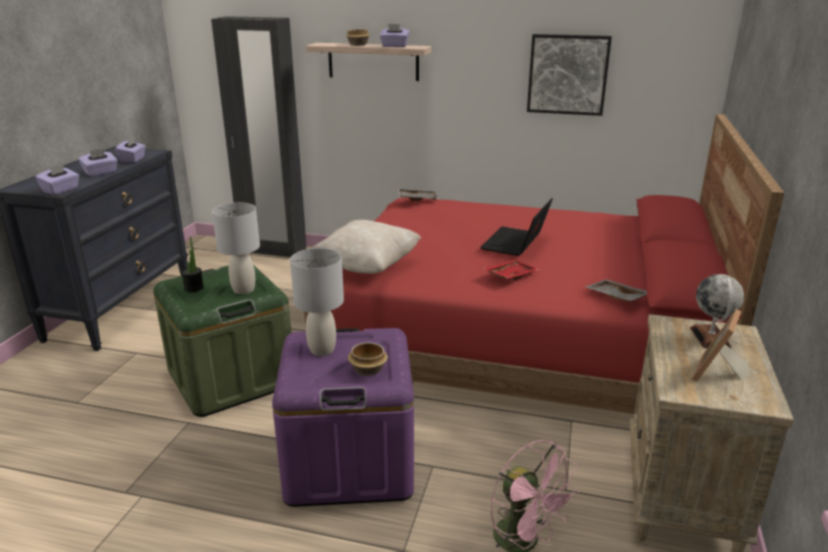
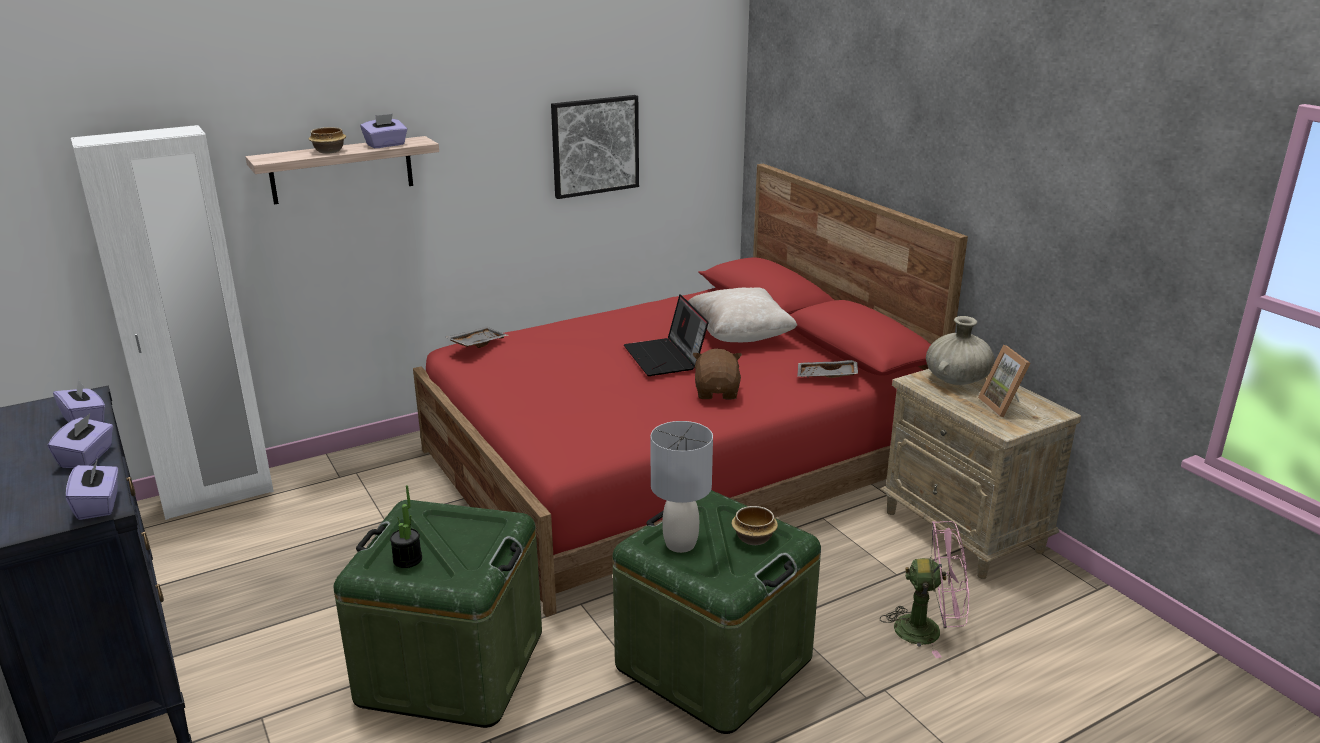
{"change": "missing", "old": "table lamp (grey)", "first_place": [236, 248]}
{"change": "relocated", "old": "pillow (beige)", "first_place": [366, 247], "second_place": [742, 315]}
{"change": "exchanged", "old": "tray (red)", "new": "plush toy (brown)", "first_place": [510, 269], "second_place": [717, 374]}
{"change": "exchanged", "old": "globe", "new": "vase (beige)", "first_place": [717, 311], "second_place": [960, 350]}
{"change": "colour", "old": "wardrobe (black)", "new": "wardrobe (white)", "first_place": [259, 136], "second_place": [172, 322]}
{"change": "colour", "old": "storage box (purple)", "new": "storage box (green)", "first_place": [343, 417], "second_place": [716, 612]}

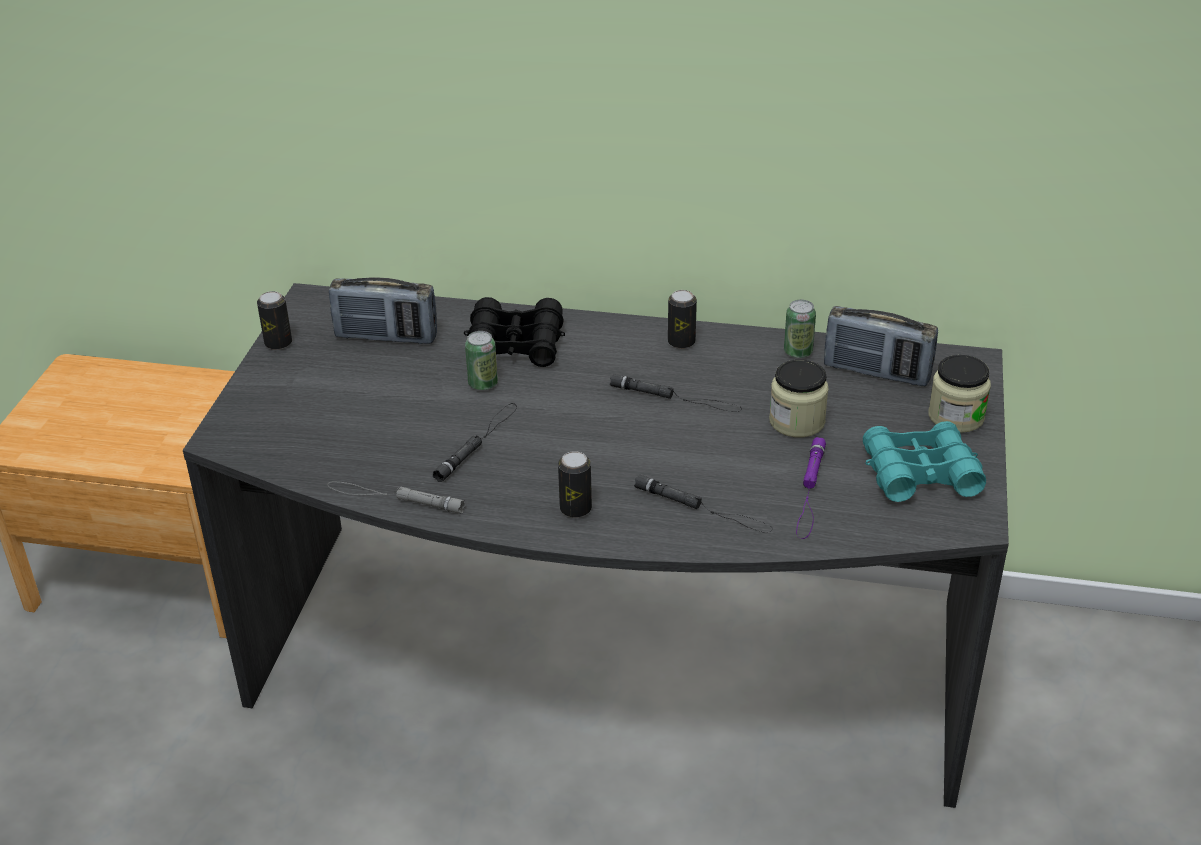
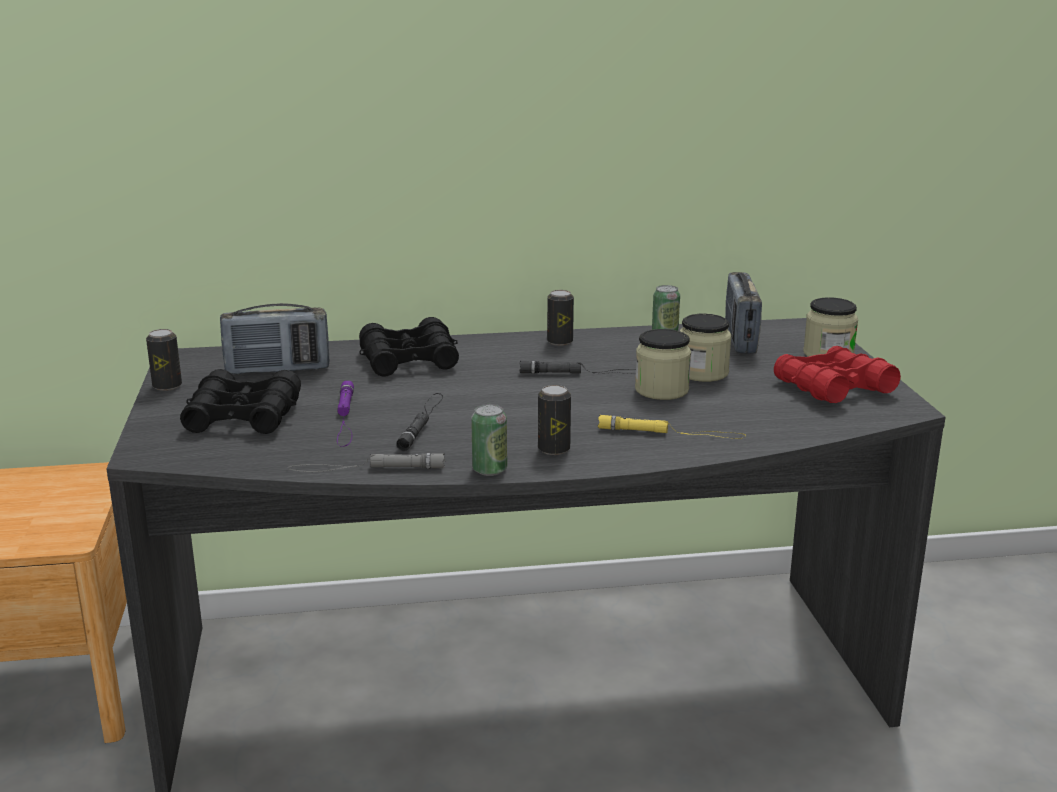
{"change": "appeared", "new": "binoculars (black)", "second_place": [240, 401]}
{"change": "appeared", "new": "jar", "second_place": [663, 364]}
{"change": "relocated", "old": "can", "first_place": [481, 361], "second_place": [489, 440]}
{"change": "relocated", "old": "flashlight (purple)", "first_place": [811, 488], "second_place": [345, 414]}
{"change": "colour", "old": "flashlight (black)", "new": "flashlight (yellow)", "first_place": [703, 503], "second_place": [672, 427]}
{"change": "colour", "old": "binoculars (turquoise)", "new": "binoculars (red)", "first_place": [924, 461], "second_place": [837, 374]}
{"change": "spun", "old": "radio", "first_place": [881, 346], "second_place": [743, 313], "degrees": 90}

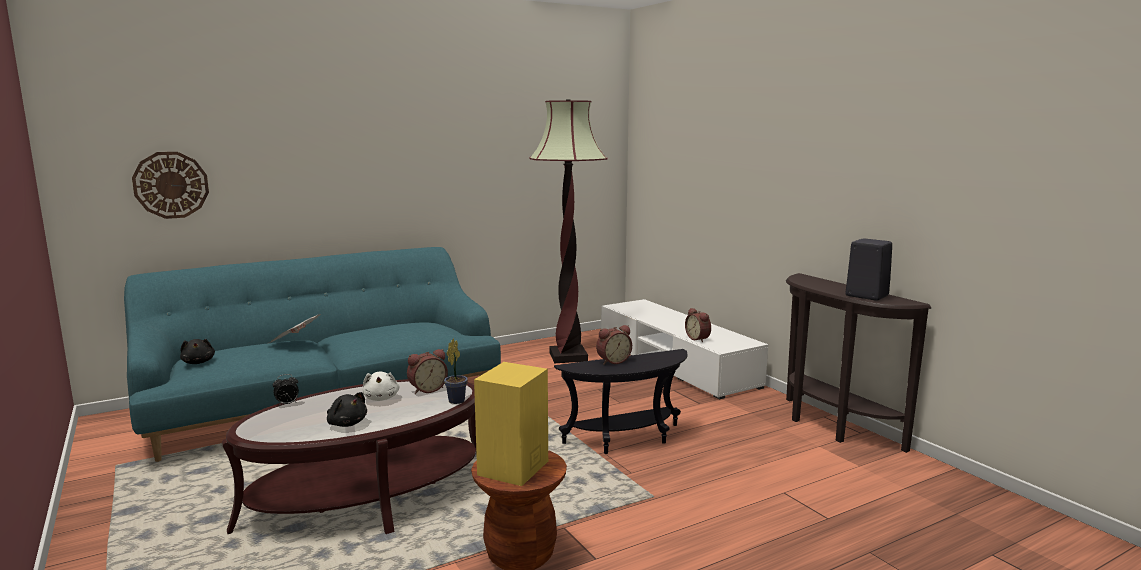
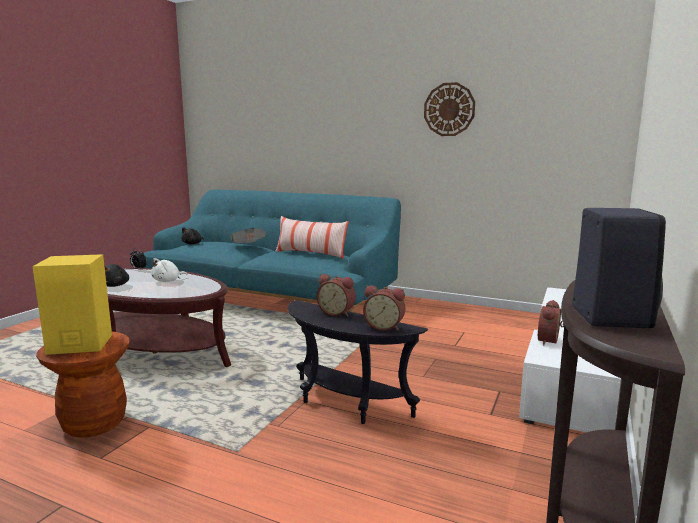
{"change": "missing", "old": "potted plant", "first_place": [456, 371]}
{"change": "missing", "old": "floor lamp", "first_place": [568, 231]}
{"change": "appeared", "new": "pillow", "second_place": [312, 237]}
{"change": "relocated", "old": "wall clock", "first_place": [170, 185], "second_place": [449, 109]}
{"change": "relocated", "old": "alarm clock", "first_place": [427, 371], "second_place": [384, 308]}

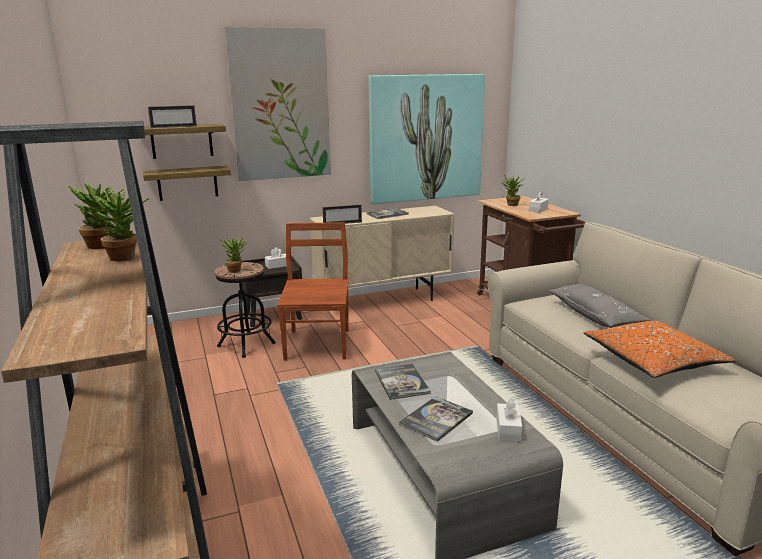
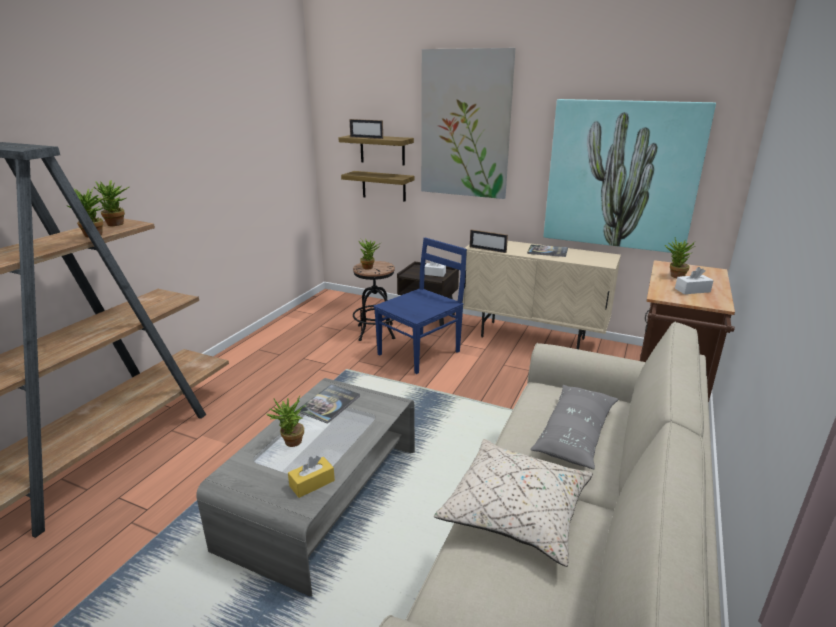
{"change": "exchanged", "old": "book", "new": "potted plant", "first_place": [436, 419], "second_place": [285, 421]}
{"change": "colour", "old": "chair (brown)", "new": "chair (blue)", "first_place": [313, 291], "second_place": [420, 306]}
{"change": "colour", "old": "tissue box (white)", "new": "tissue box (yellow)", "first_place": [509, 420], "second_place": [311, 477]}
{"change": "colour", "old": "pillow (orange)", "new": "pillow (beige)", "first_place": [660, 349], "second_place": [513, 503]}

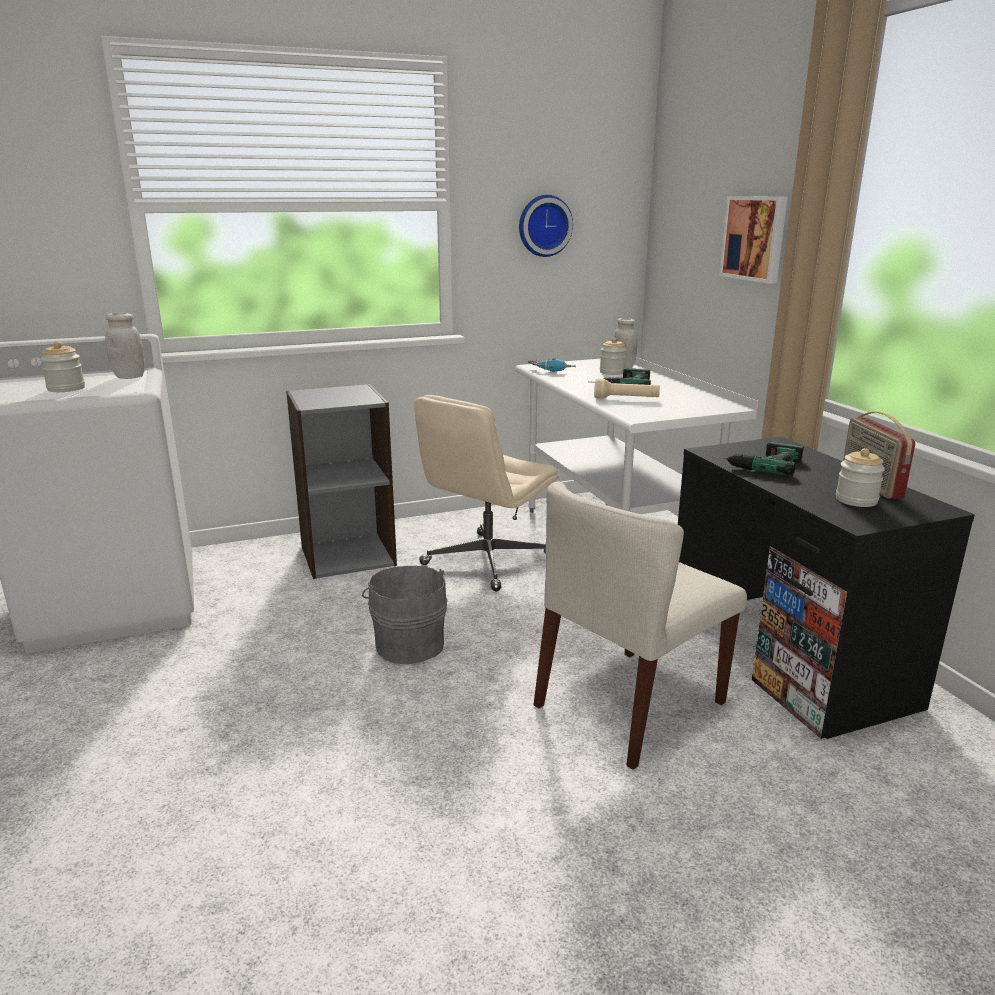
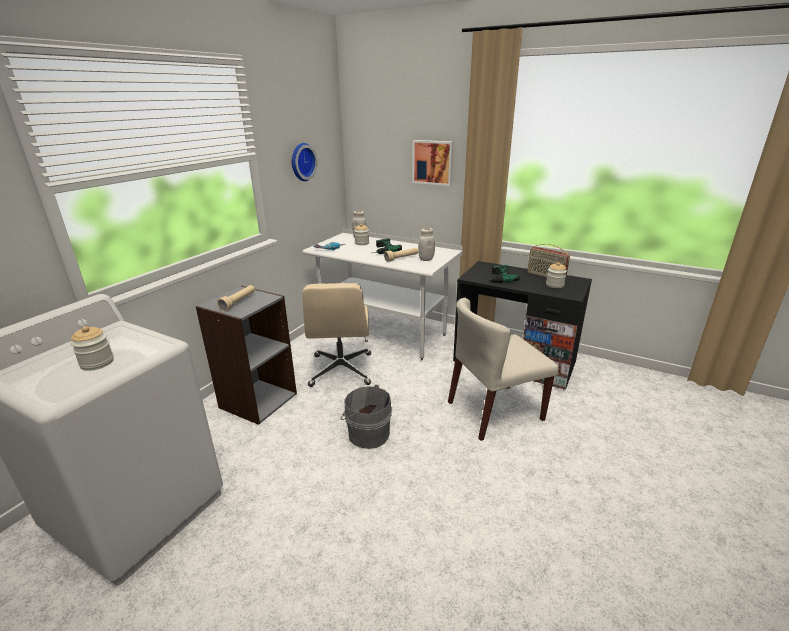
{"change": "appeared", "new": "flashlight (beige)", "second_place": [236, 298]}
{"change": "relocated", "old": "jar (white)", "first_place": [125, 346], "second_place": [426, 244]}
{"change": "spun", "old": "chair (beige)", "first_place": [640, 625], "second_place": [503, 369], "degrees": 60}

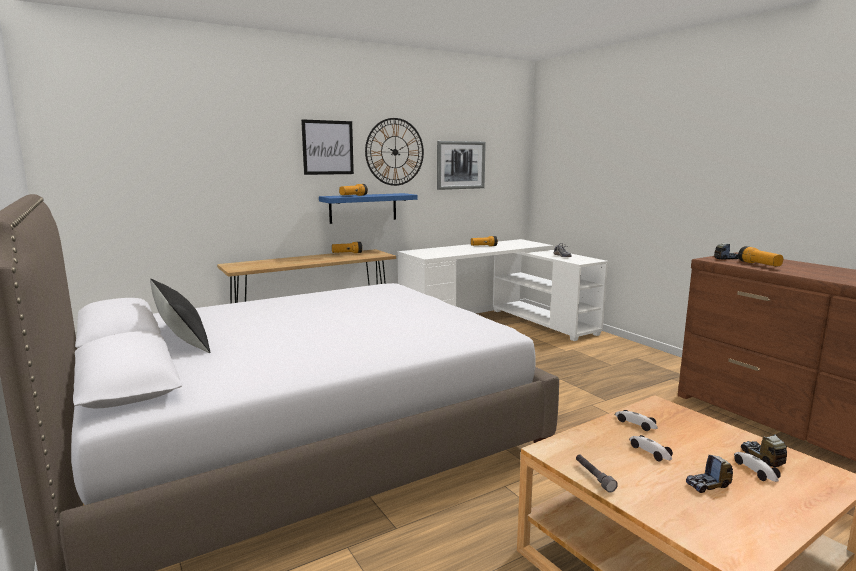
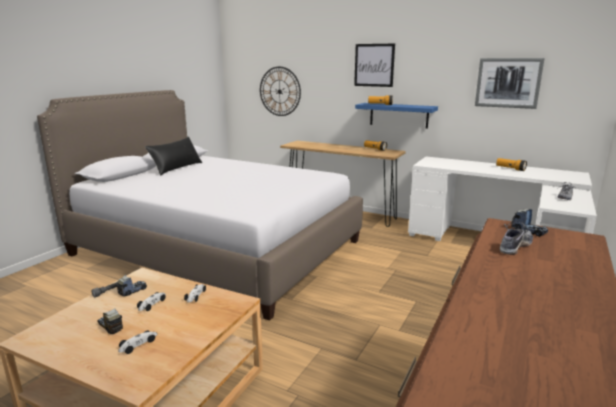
{"change": "relocated", "old": "wall clock", "first_place": [394, 152], "second_place": [280, 91]}
{"change": "relocated", "old": "toy truck", "first_place": [764, 450], "second_place": [132, 286]}
{"change": "exchanged", "old": "flashlight", "new": "shoe", "first_place": [760, 256], "second_place": [516, 238]}

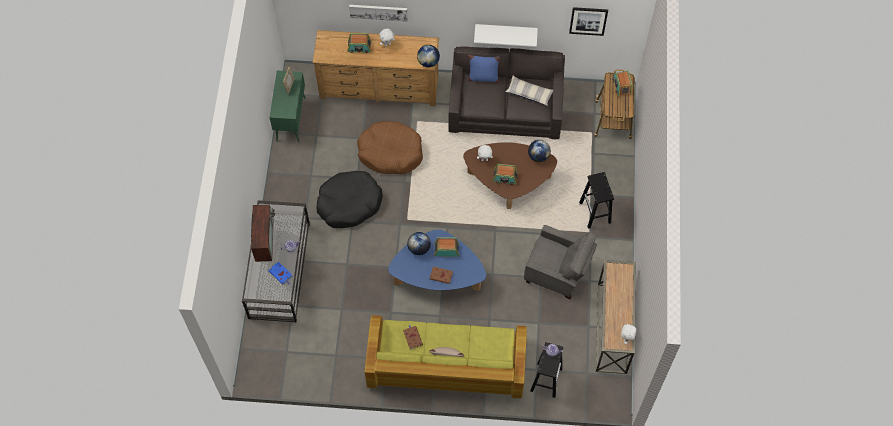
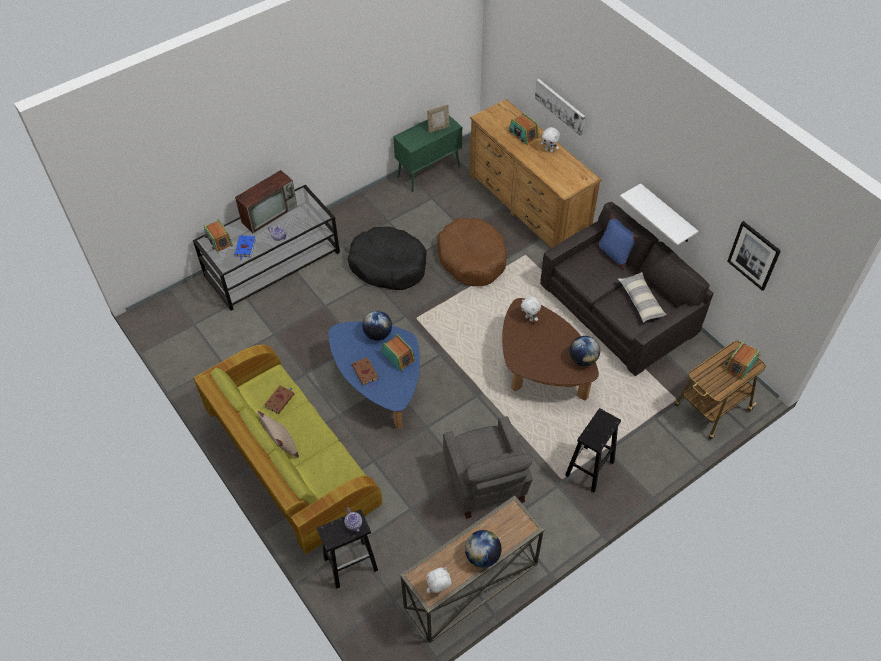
{"change": "relocated", "old": "globe", "first_place": [428, 56], "second_place": [483, 549]}
{"change": "relocated", "old": "radio", "first_place": [505, 174], "second_place": [218, 236]}

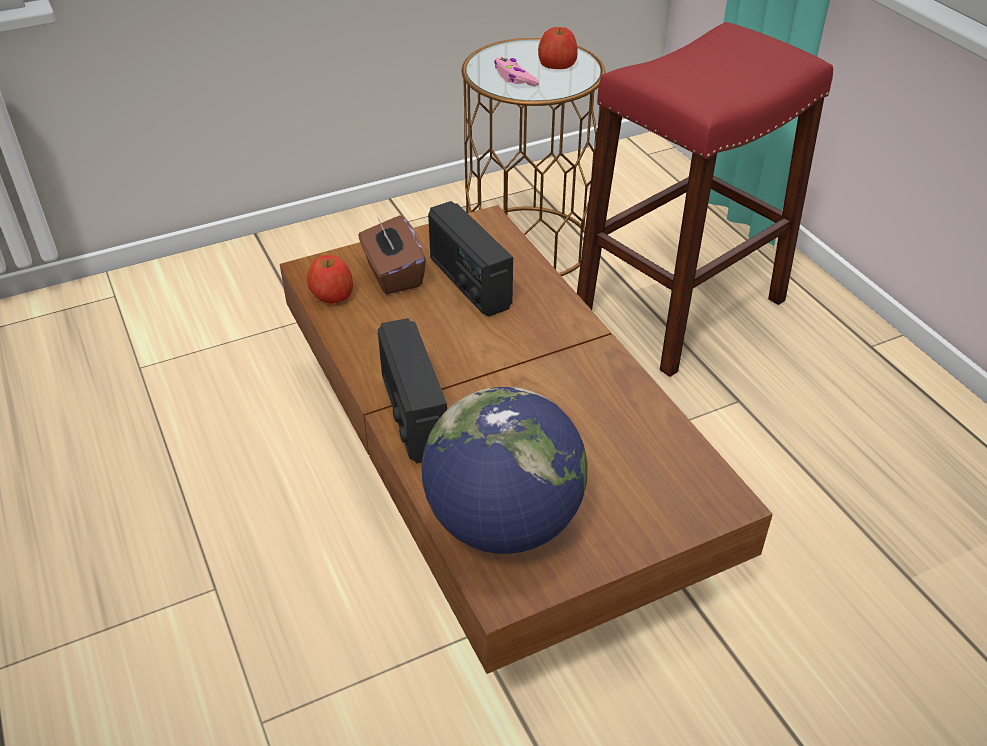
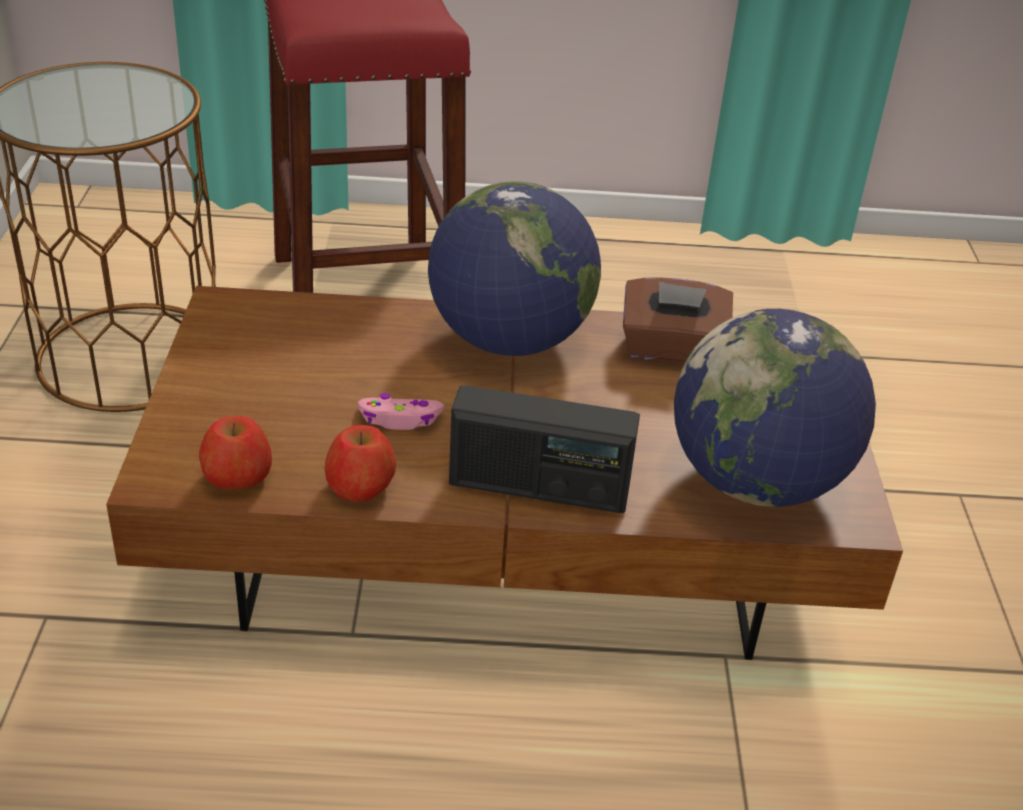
{"change": "missing", "old": "radio", "first_place": [470, 259]}
{"change": "appeared", "new": "globe", "second_place": [514, 268]}
{"change": "relocated", "old": "tissue box (brown)", "first_place": [392, 254], "second_place": [678, 321]}
{"change": "relocated", "old": "game controller (pink)", "first_place": [516, 71], "second_place": [401, 411]}
{"change": "relocated", "old": "apple", "first_place": [558, 48], "second_place": [360, 463]}

